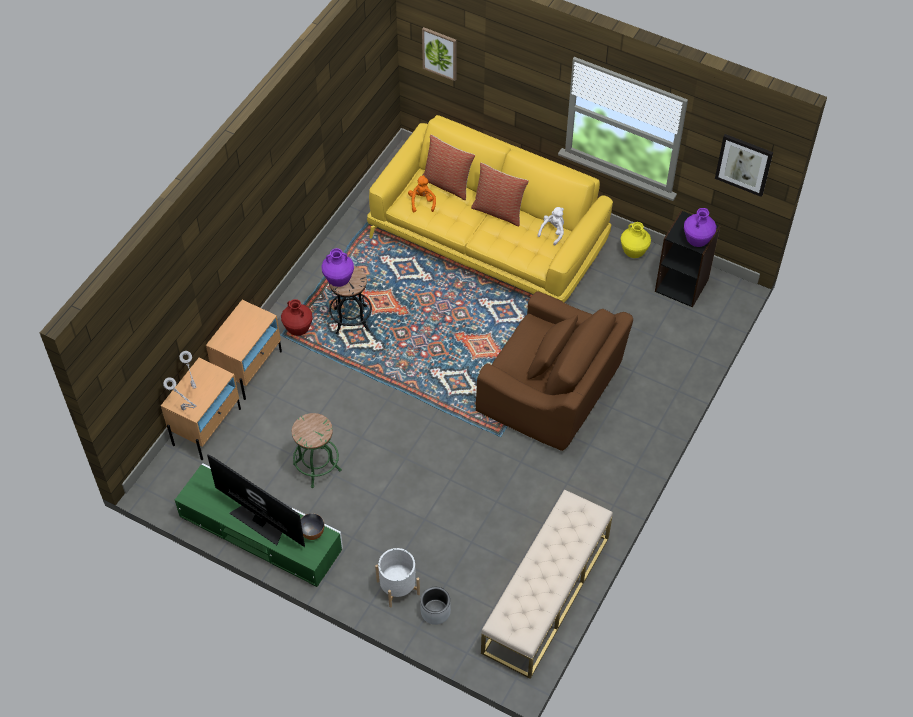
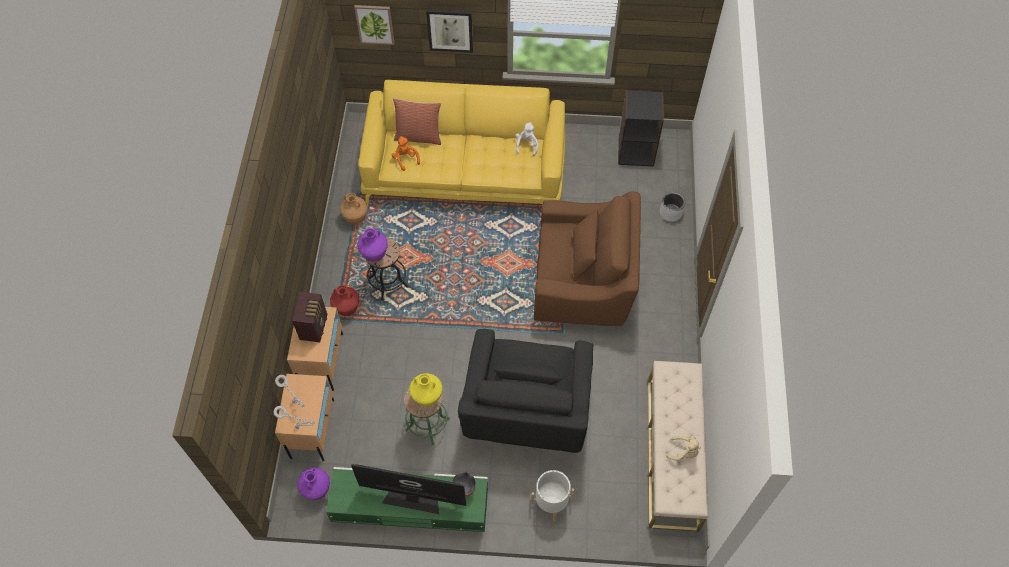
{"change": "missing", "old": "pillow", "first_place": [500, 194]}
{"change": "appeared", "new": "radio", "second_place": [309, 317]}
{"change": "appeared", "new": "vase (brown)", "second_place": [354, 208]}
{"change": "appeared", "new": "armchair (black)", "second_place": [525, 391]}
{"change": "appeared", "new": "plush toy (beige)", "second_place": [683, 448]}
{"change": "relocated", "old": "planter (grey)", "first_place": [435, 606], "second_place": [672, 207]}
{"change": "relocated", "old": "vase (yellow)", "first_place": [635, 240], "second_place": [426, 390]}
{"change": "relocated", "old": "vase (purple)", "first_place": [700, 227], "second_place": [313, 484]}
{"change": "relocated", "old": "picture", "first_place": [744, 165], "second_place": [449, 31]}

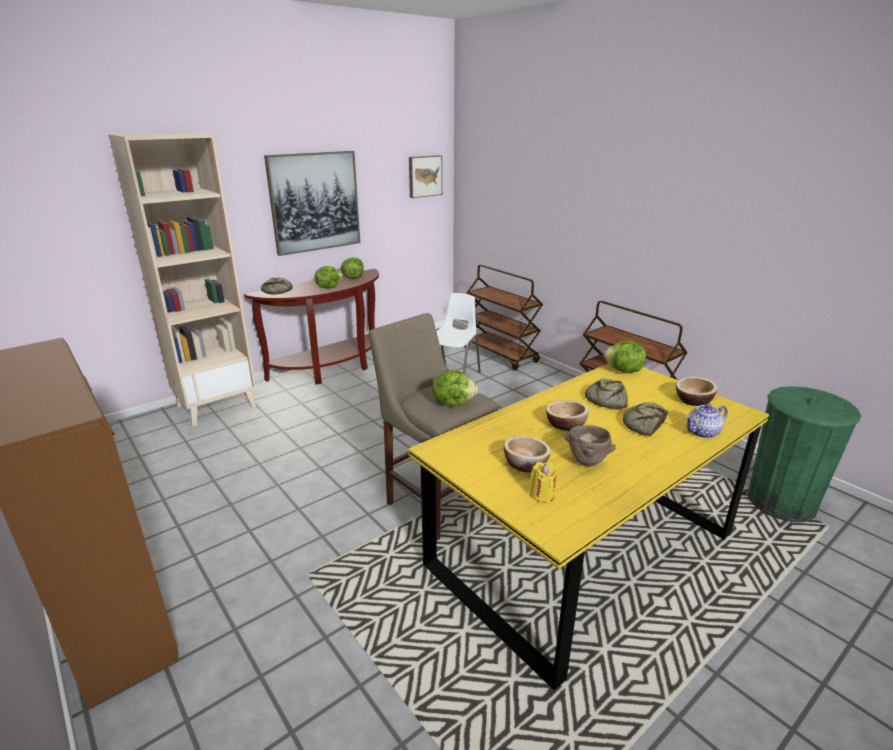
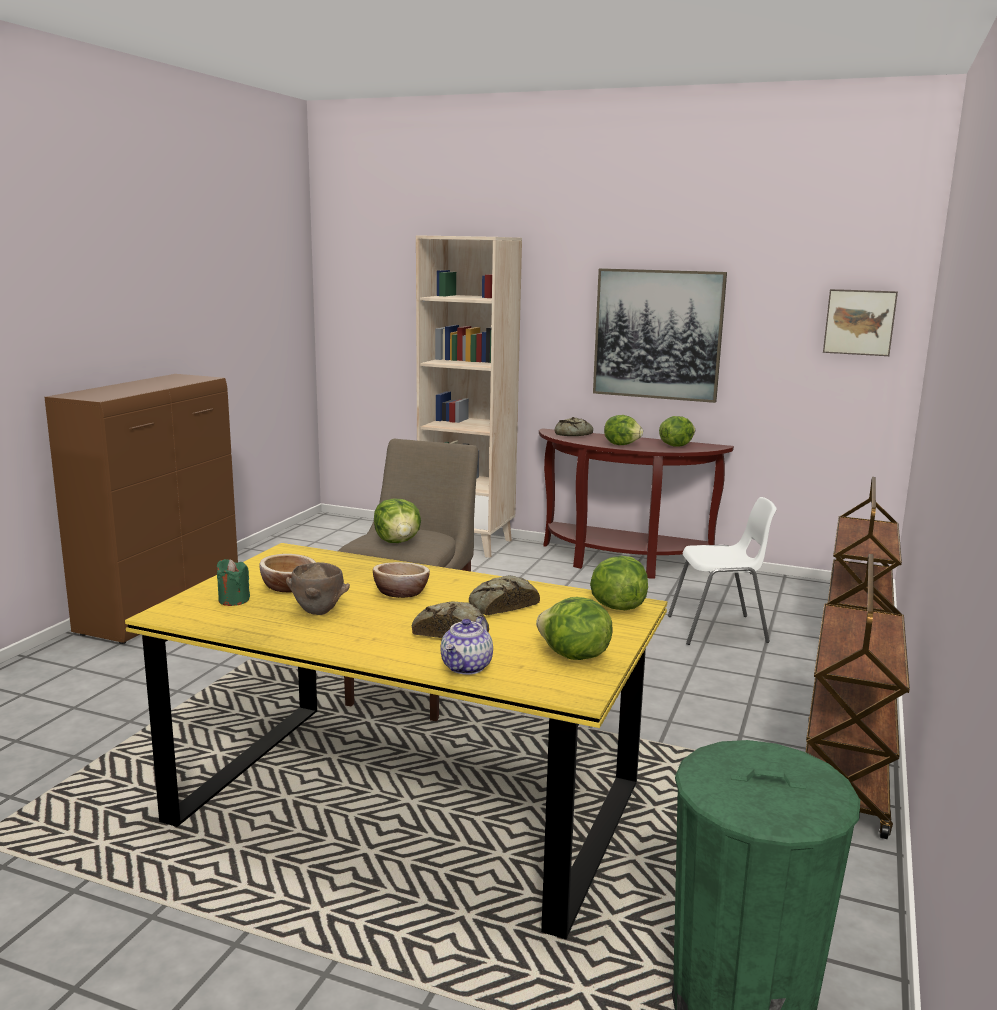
{"change": "exchanged", "old": "bowl", "new": "lettuce", "first_place": [696, 391], "second_place": [574, 628]}
{"change": "colour", "old": "candle (yellow)", "new": "candle (green)", "first_place": [544, 482], "second_place": [233, 582]}
{"change": "spun", "old": "teapot", "first_place": [706, 421], "second_place": [466, 645], "degrees": -105}

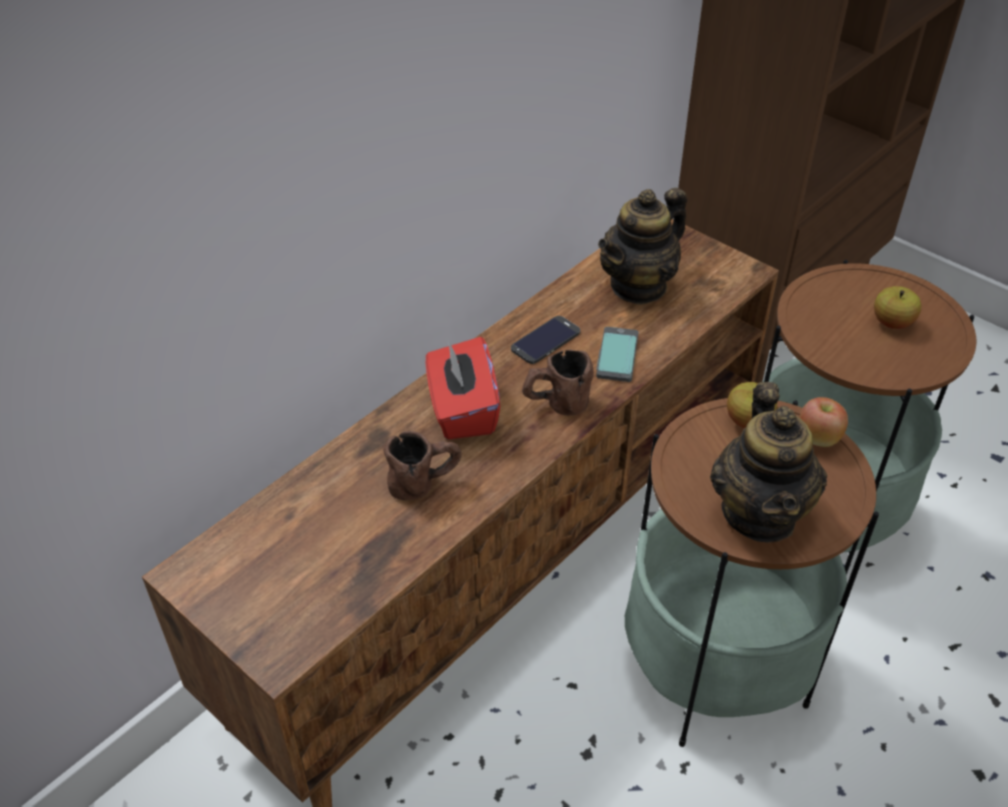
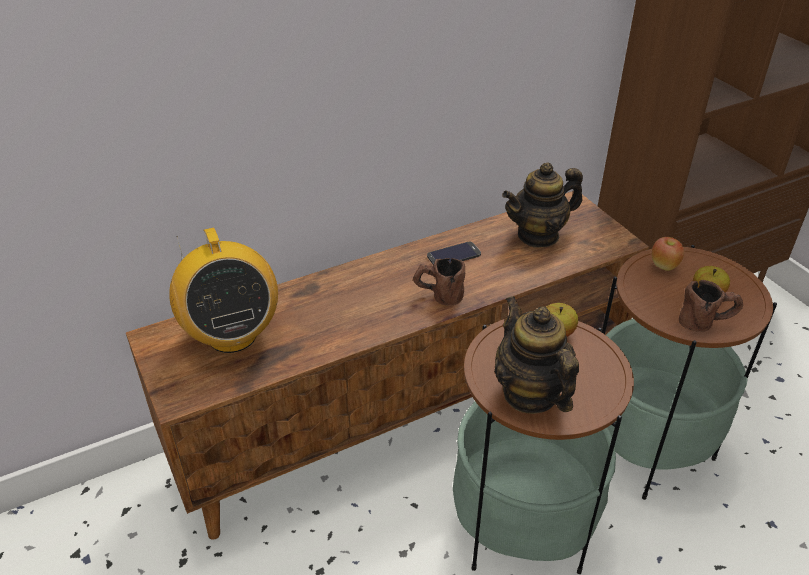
{"change": "missing", "old": "tissue box (red)", "first_place": [463, 388]}
{"change": "missing", "old": "phone", "first_place": [617, 354]}
{"change": "appeared", "new": "radio", "second_place": [223, 290]}
{"change": "relocated", "old": "mug (brown)", "first_place": [422, 465], "second_place": [711, 305]}
{"change": "relocated", "old": "apple", "first_place": [824, 422], "second_place": [668, 254]}
{"change": "spun", "old": "teapot", "first_place": [768, 462], "second_place": [536, 355], "degrees": 135}

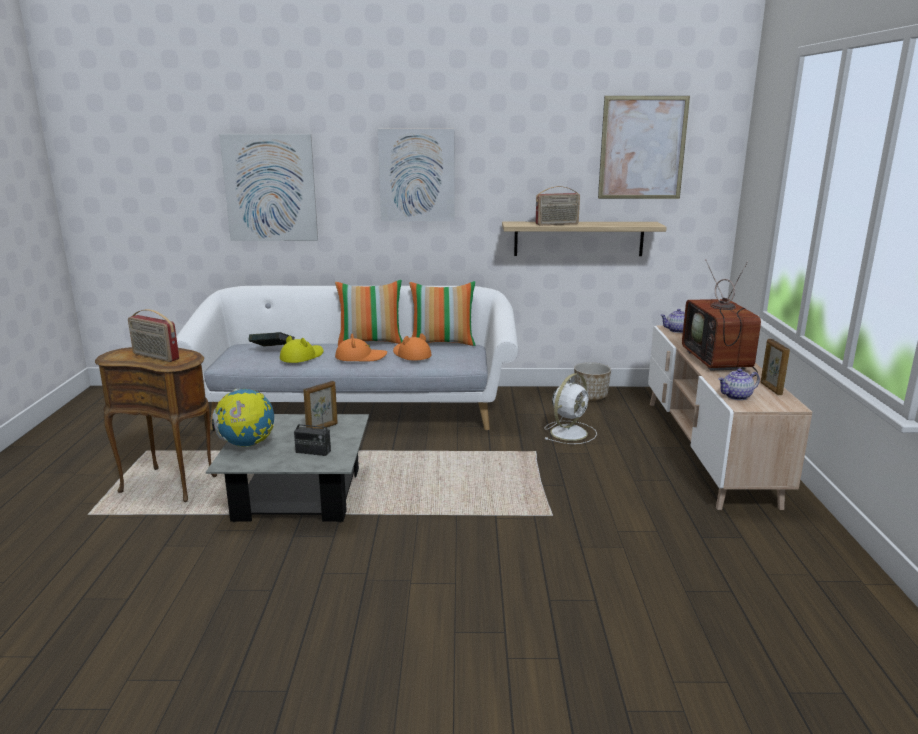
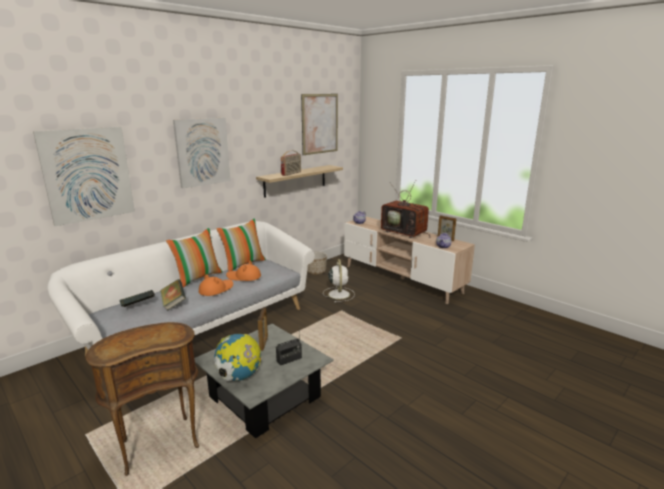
{"change": "missing", "old": "radio", "first_place": [153, 335]}
{"change": "exchanged", "old": "hat (yellow)", "new": "book", "first_place": [302, 349], "second_place": [173, 295]}

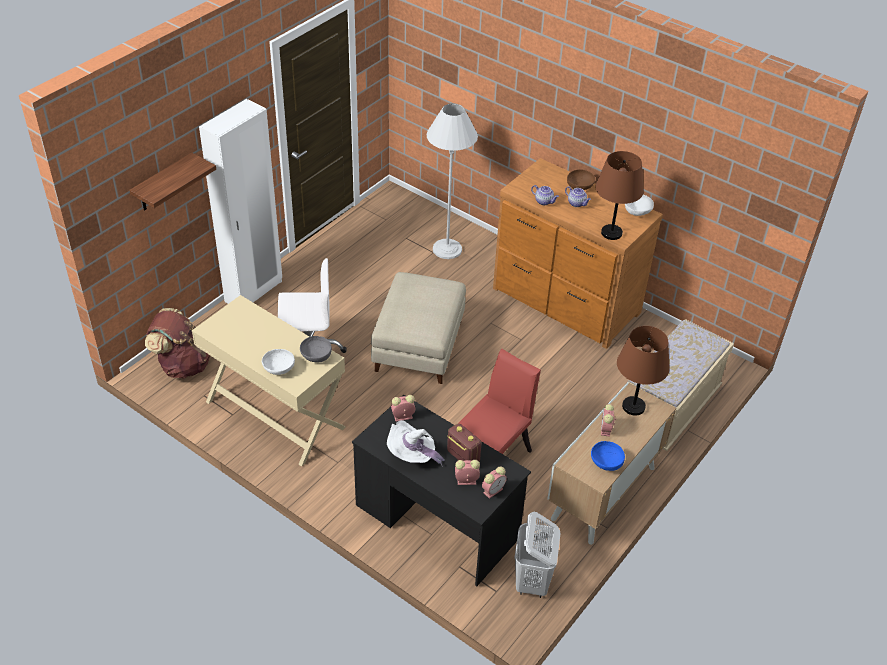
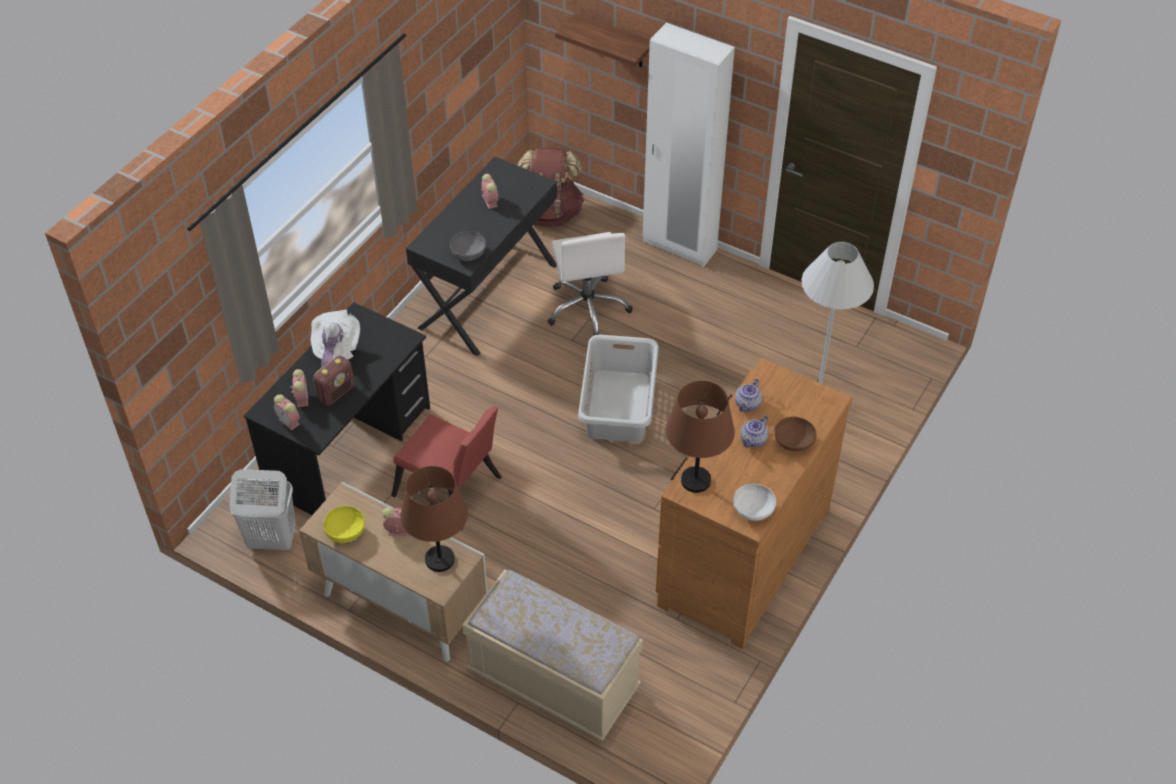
{"change": "missing", "old": "bowl (white)", "first_place": [278, 362]}
{"change": "relocated", "old": "alarm clock", "first_place": [403, 408], "second_place": [489, 191]}
{"change": "exchanged", "old": "ottoman (beige)", "new": "laundry basket (grey)", "first_place": [418, 328], "second_place": [618, 388]}
{"change": "colour", "old": "desk (beige)", "new": "desk (black)", "first_place": [269, 381], "second_place": [481, 256]}
{"change": "colour", "old": "bowl (blue)", "new": "bowl (yellow)", "first_place": [608, 456], "second_place": [344, 524]}

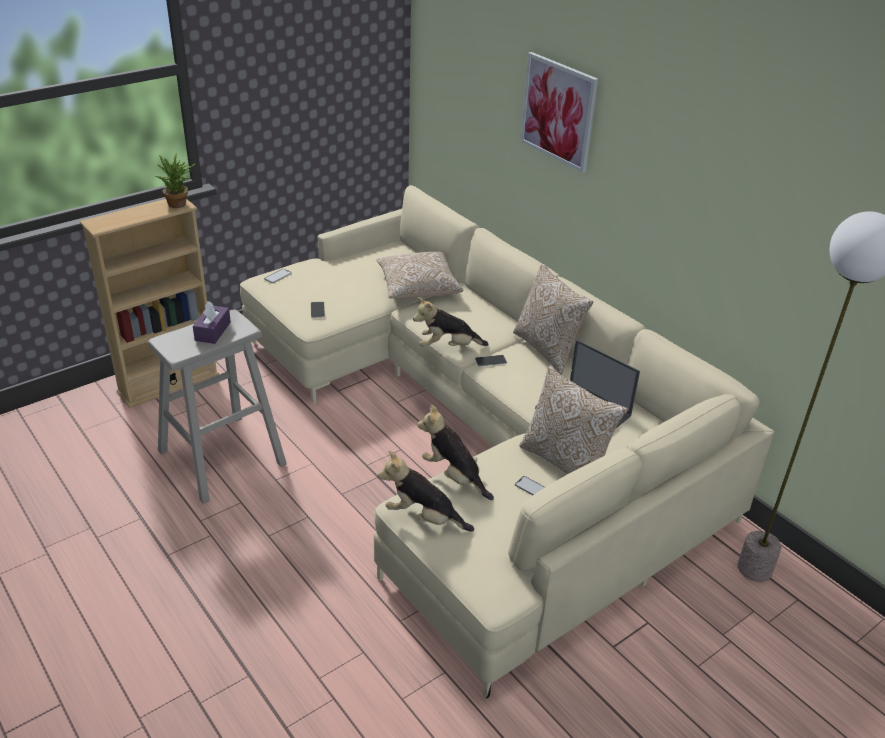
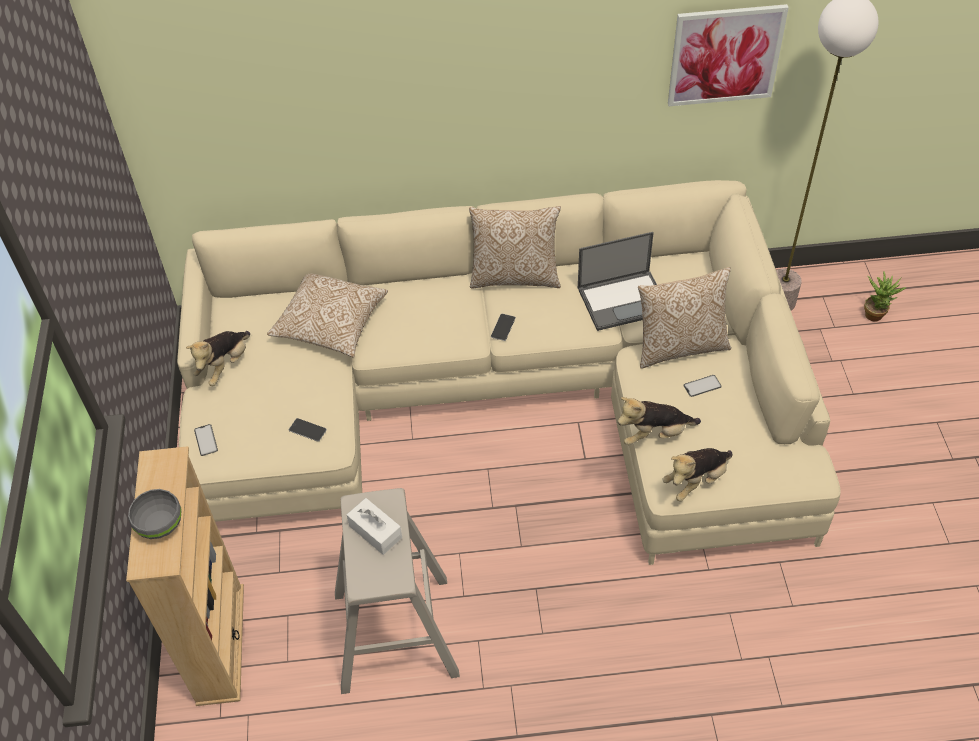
{"change": "appeared", "new": "bowl (grey)", "second_place": [155, 514]}
{"change": "relocated", "old": "potted plant", "first_place": [175, 180], "second_place": [885, 296]}
{"change": "relocated", "old": "plush toy", "first_place": [451, 322], "second_place": [218, 358]}
{"change": "relocated", "old": "picture", "first_place": [559, 112], "second_place": [728, 55]}
{"change": "colour", "old": "tissue box (purple)", "new": "tissue box (white)", "first_place": [212, 322], "second_place": [374, 526]}

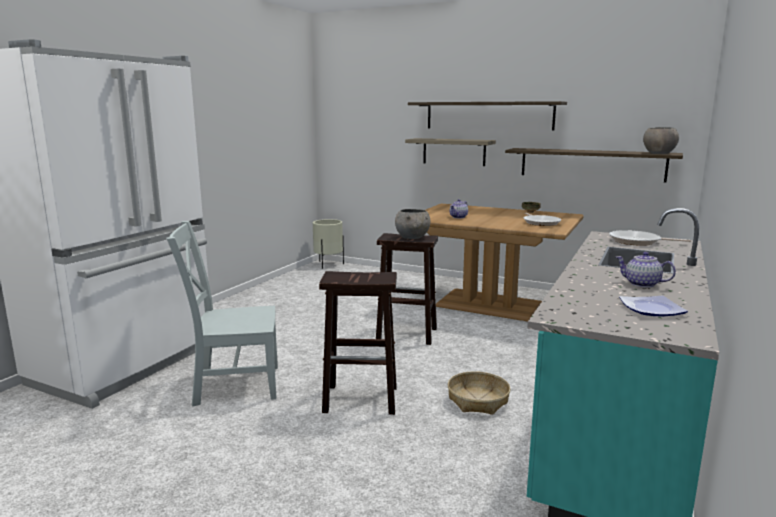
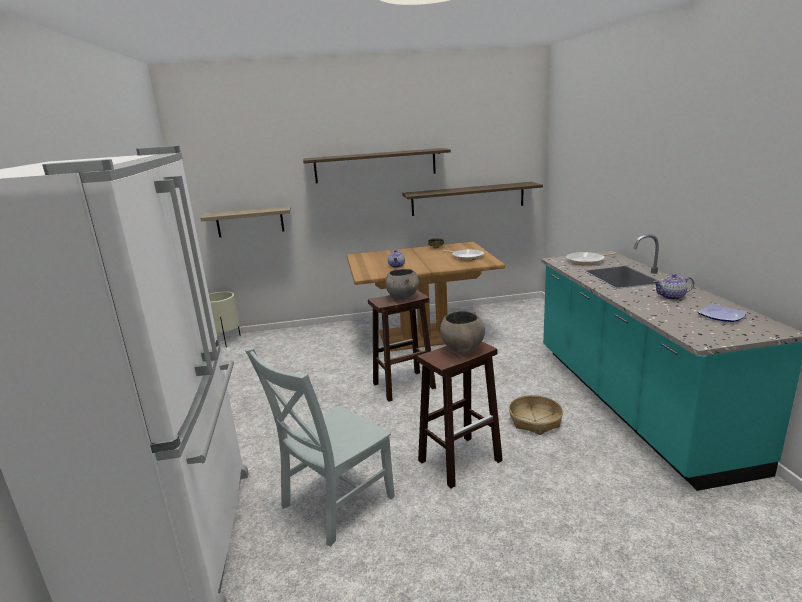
{"change": "relocated", "old": "shelf", "first_place": [450, 152], "second_place": [245, 221]}
{"change": "relocated", "old": "bowl (grey)", "first_place": [661, 140], "second_place": [462, 332]}

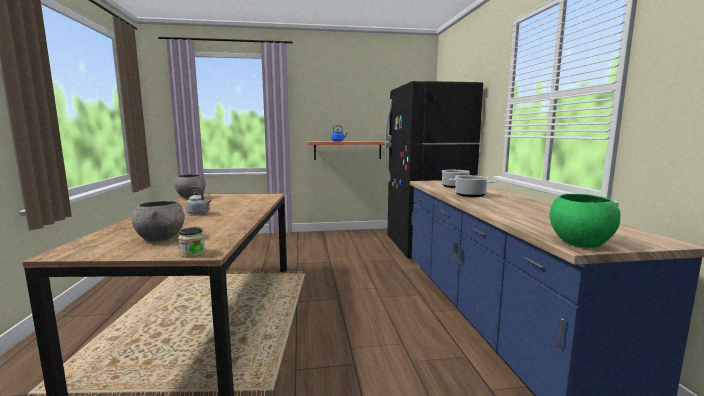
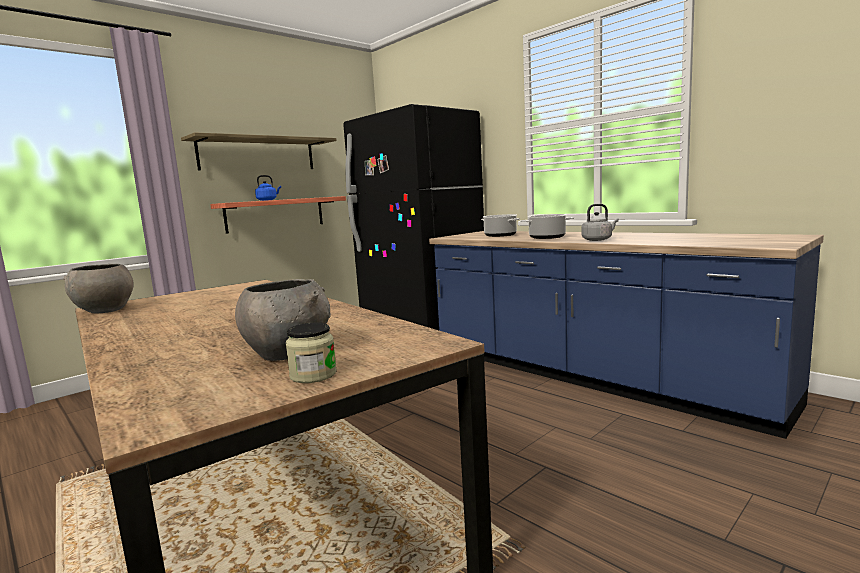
{"change": "missing", "old": "bowl (green)", "first_place": [585, 220]}
{"change": "appeared", "new": "shelf", "second_place": [259, 151]}
{"change": "relocated", "old": "jar", "first_place": [191, 242], "second_place": [311, 352]}
{"change": "relocated", "old": "kettle (grey)", "first_place": [198, 200], "second_place": [600, 222]}

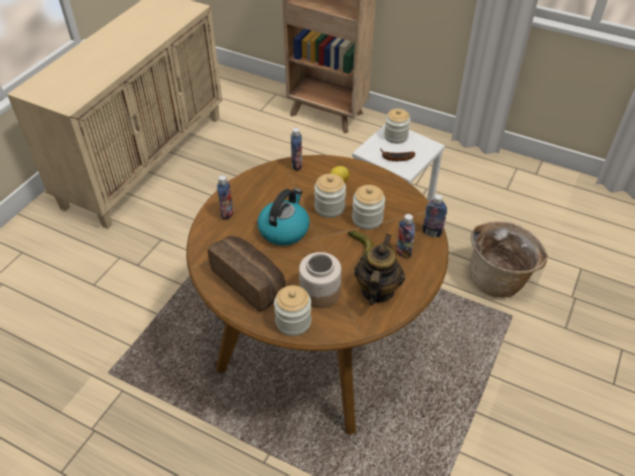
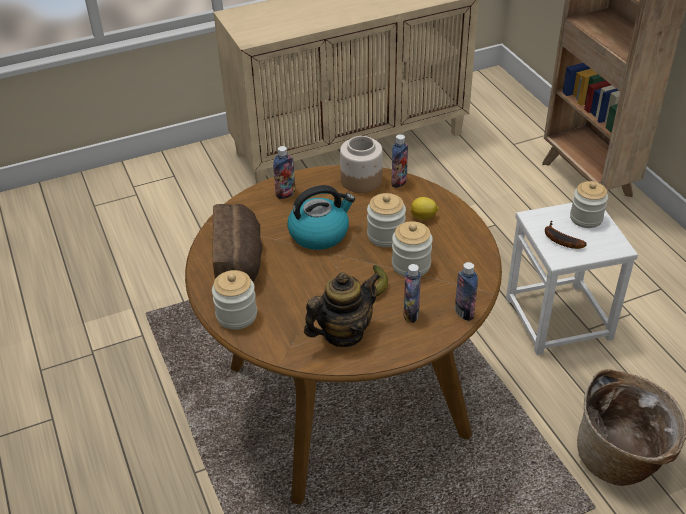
{"change": "relocated", "old": "jar", "first_place": [320, 280], "second_place": [361, 164]}

